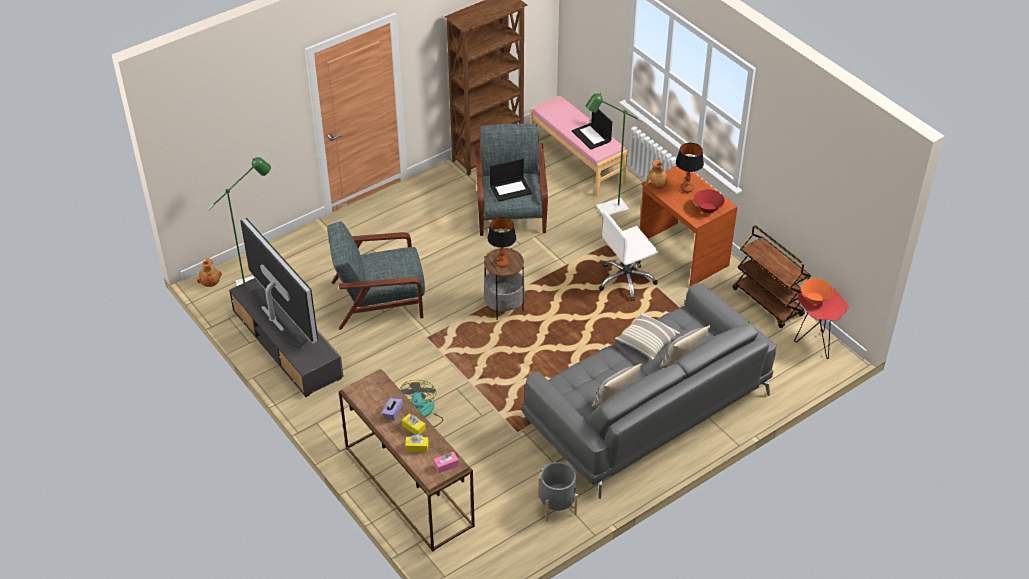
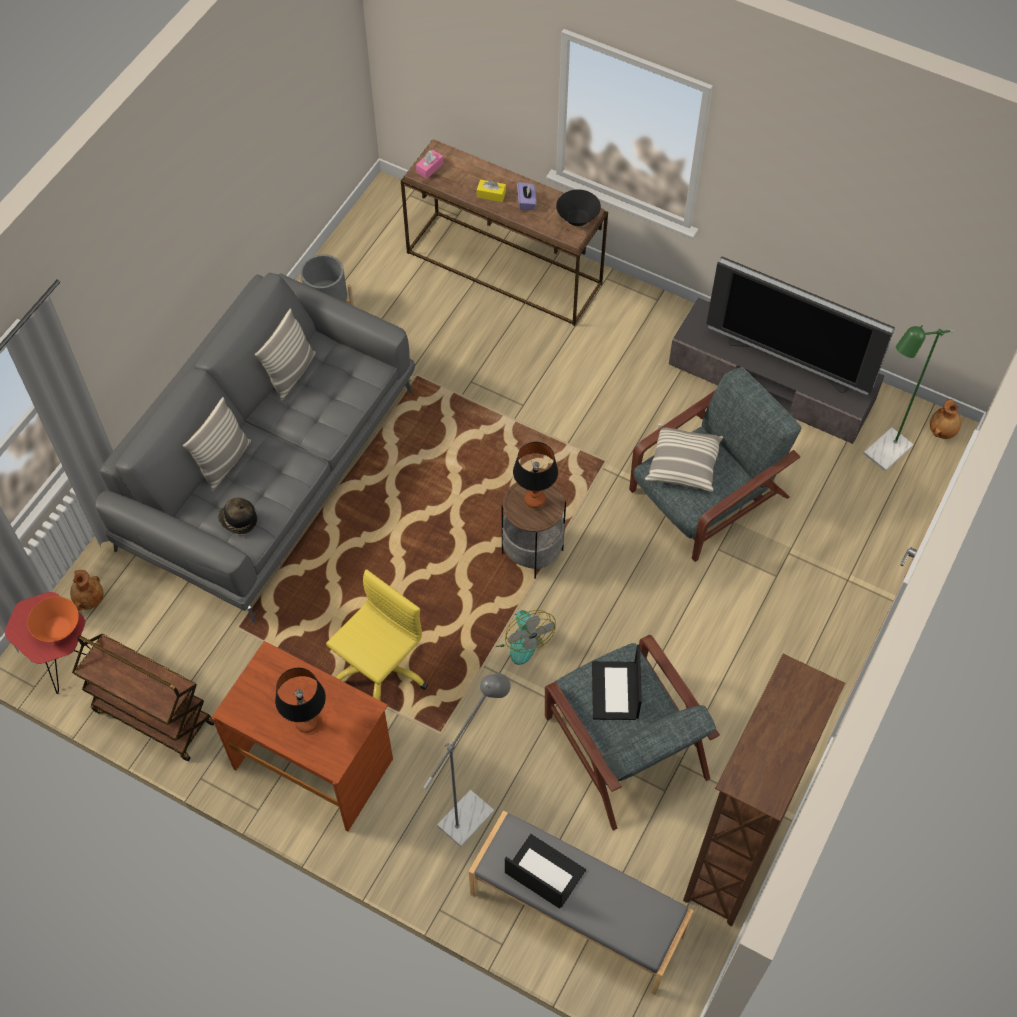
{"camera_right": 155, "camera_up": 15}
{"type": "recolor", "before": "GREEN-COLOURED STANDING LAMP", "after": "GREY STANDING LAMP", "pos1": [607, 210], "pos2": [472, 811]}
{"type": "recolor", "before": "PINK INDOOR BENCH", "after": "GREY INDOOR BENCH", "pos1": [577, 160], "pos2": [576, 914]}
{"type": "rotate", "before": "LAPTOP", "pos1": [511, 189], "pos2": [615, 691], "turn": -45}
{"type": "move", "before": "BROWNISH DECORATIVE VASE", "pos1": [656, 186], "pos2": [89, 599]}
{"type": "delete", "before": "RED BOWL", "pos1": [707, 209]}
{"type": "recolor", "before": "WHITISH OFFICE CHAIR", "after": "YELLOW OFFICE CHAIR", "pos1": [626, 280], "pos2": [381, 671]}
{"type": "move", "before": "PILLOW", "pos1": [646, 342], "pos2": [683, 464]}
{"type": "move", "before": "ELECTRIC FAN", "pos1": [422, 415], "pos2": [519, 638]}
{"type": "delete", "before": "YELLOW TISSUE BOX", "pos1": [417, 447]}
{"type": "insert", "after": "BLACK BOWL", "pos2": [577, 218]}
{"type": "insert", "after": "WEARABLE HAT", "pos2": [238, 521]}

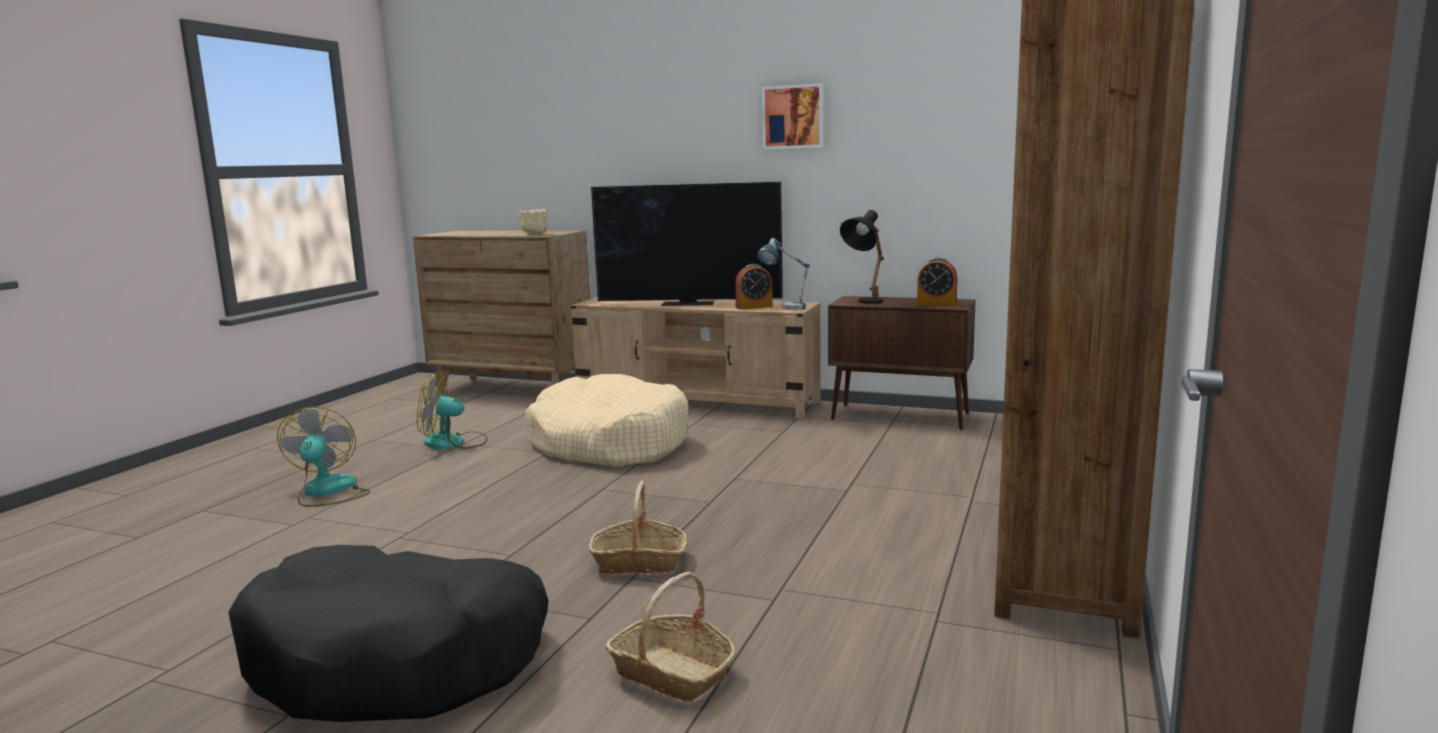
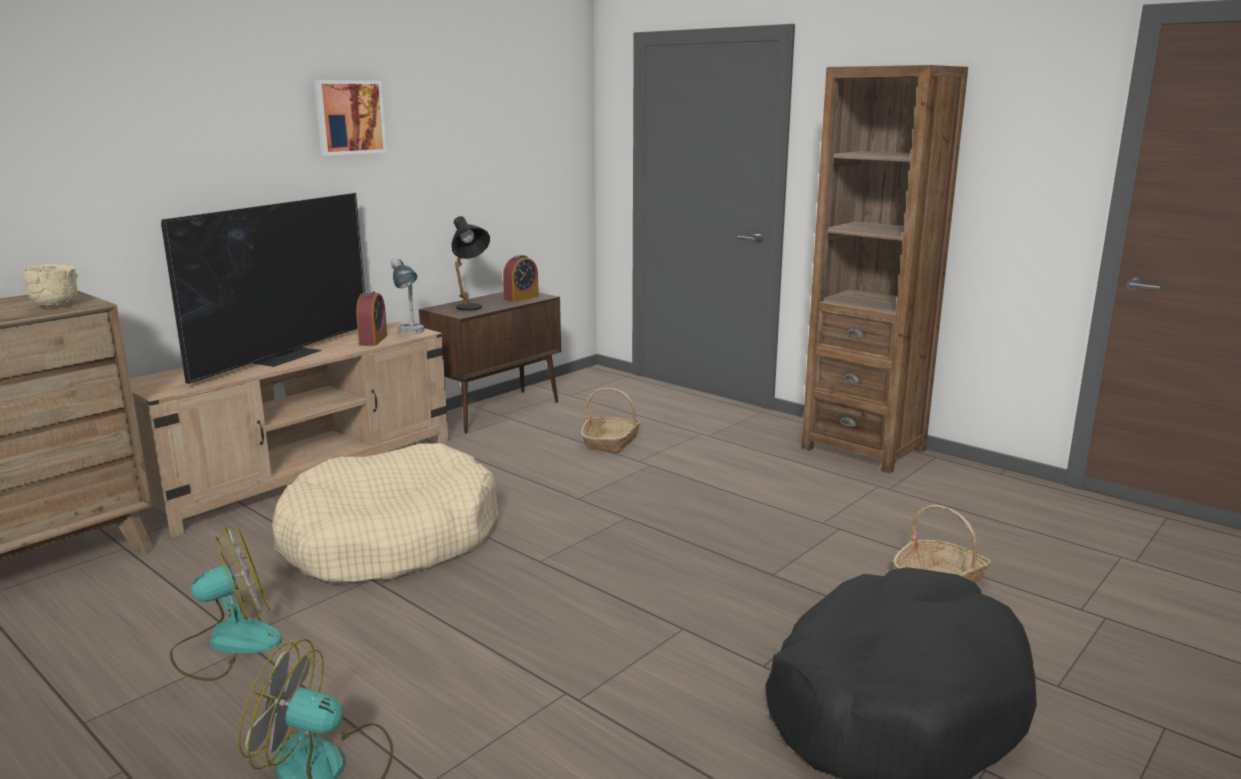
{"camera_right": -70, "camera_up": 5}
{"type": "rotate", "before": "ELECTRIC FAN", "pos1": [453, 443], "pos2": [227, 644], "turn": -135}
{"type": "move", "before": "BASKET", "pos1": [639, 562], "pos2": [611, 442]}

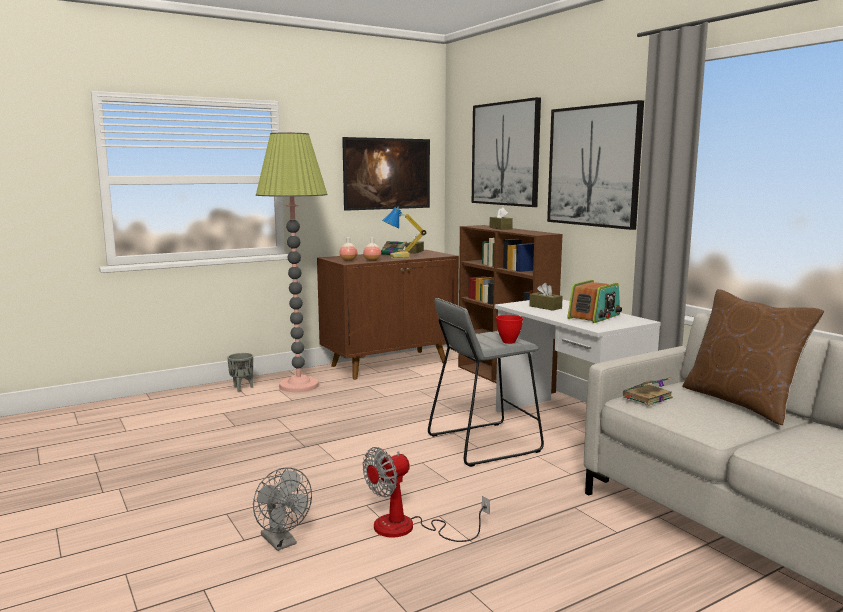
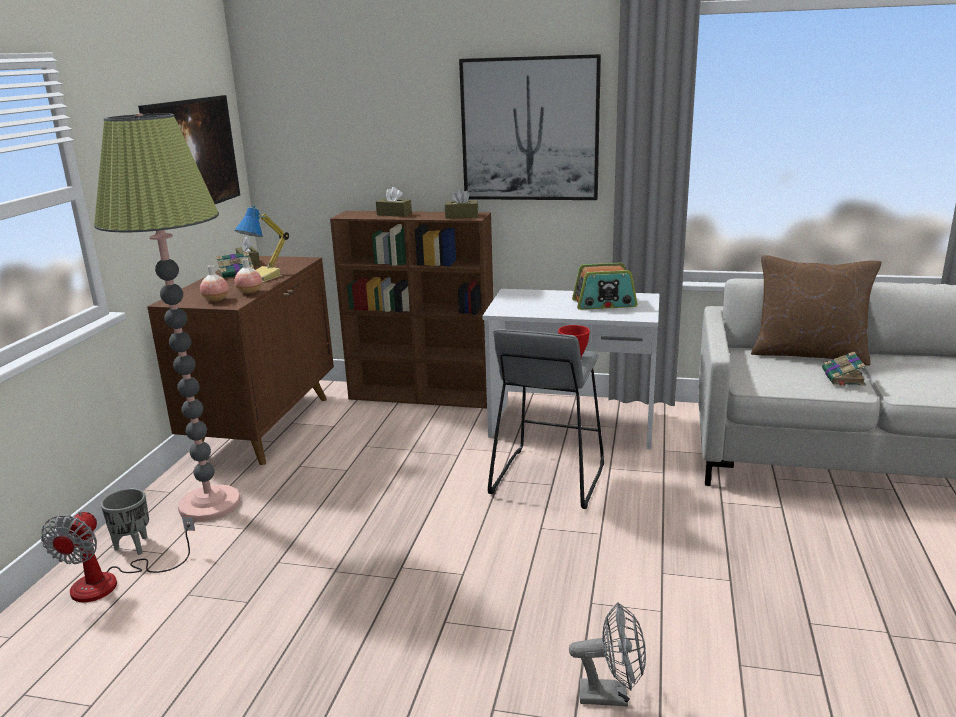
{"camera_right": -45, "camera_up": 10}
{"type": "delete", "before": "WALL ART", "pos1": [505, 154]}
{"type": "rotate", "before": "RADIO RECEIVER", "pos1": [594, 317], "pos2": [604, 303], "turn": 90}
{"type": "move", "before": "BROWNISH TISSUE BOX", "pos1": [545, 307], "pos2": [461, 216]}
{"type": "move", "before": "BOUND BOOK", "pos1": [646, 397], "pos2": [843, 378]}
{"type": "move", "before": "ELECTRIC FAN", "pos1": [408, 528], "pos2": [112, 582]}

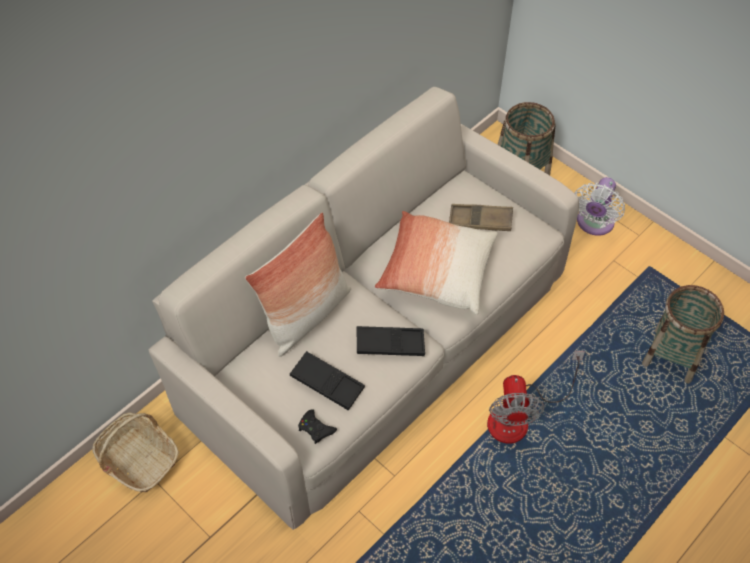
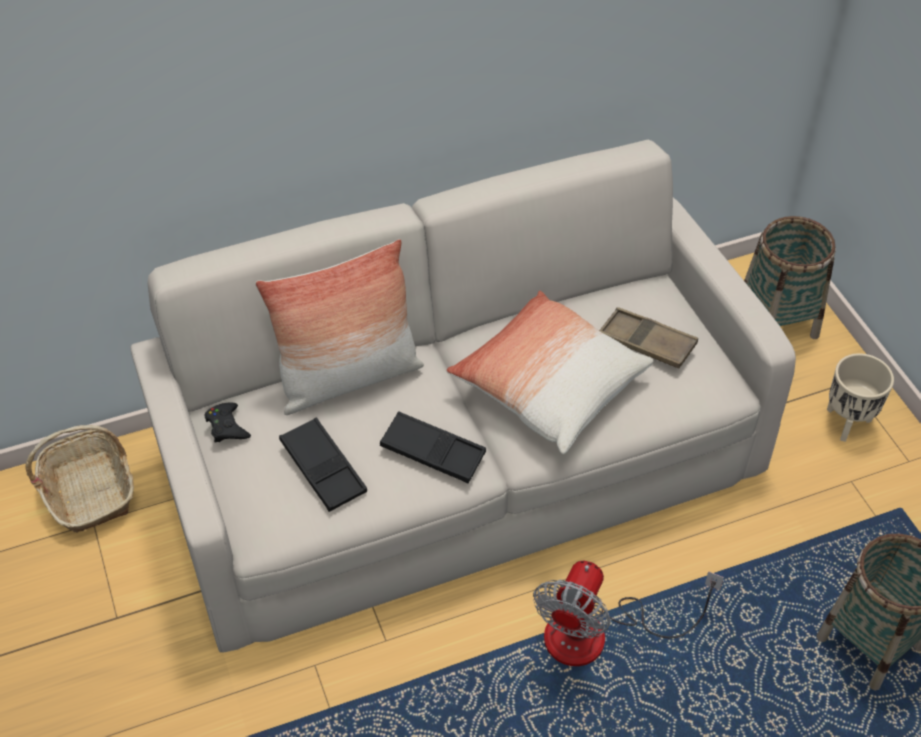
{"camera_right": 25, "camera_up": -5}
{"type": "replace", "before": "WHITISH ELECTRIC FAN", "after": "BEIGE-COLOURED PLANT POT", "pos1": [594, 224], "pos2": [848, 423]}
{"type": "move", "before": "BLACK GAMEPAD", "pos1": [316, 428], "pos2": [227, 426]}

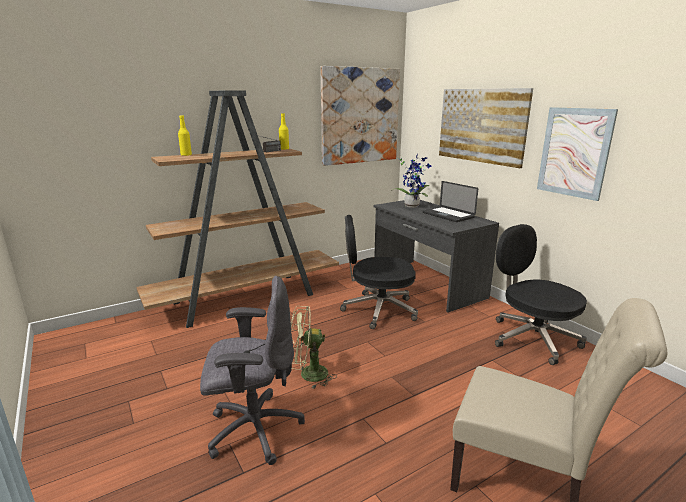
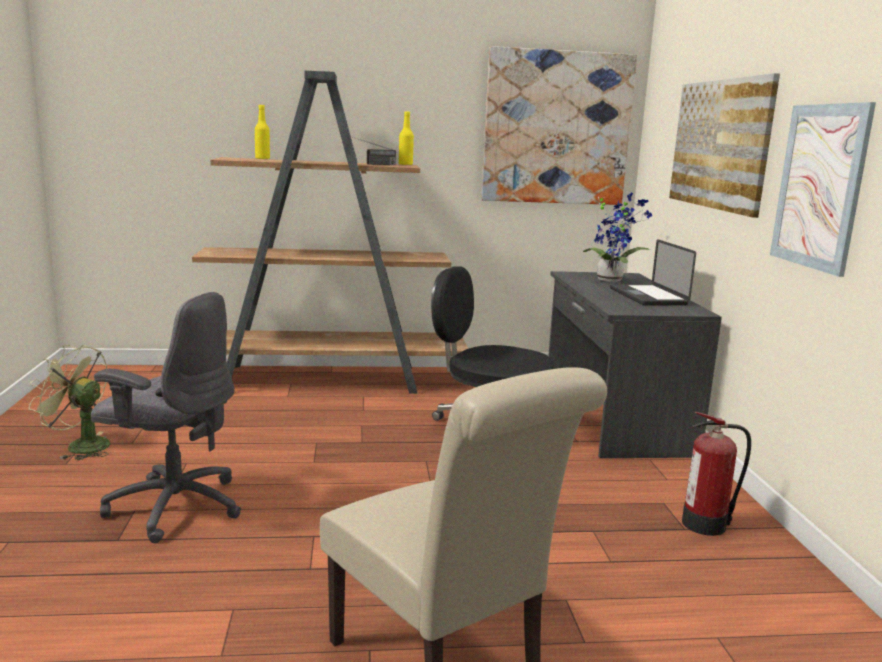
{"camera_right": 25, "camera_up": -5}
{"type": "replace", "before": "BLACK OFFICE CHAIR", "after": "FIRE-FIGHTING CYLINDER", "pos1": [532, 338], "pos2": [706, 524]}
{"type": "move", "before": "GREEN-COLOURED ELECTRIC FAN", "pos1": [307, 375], "pos2": [80, 446]}

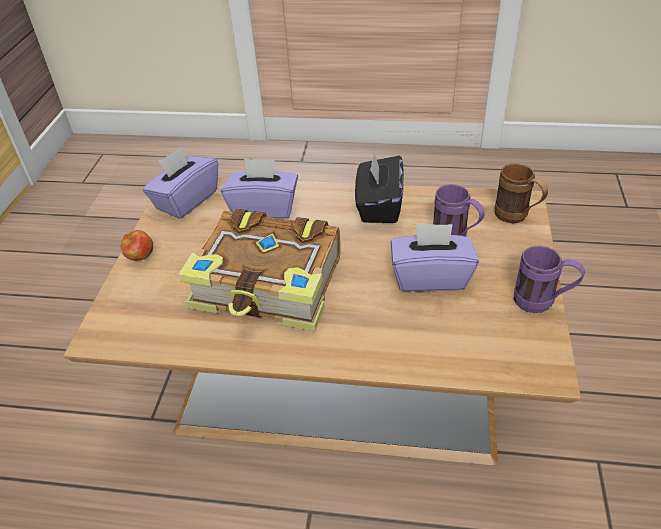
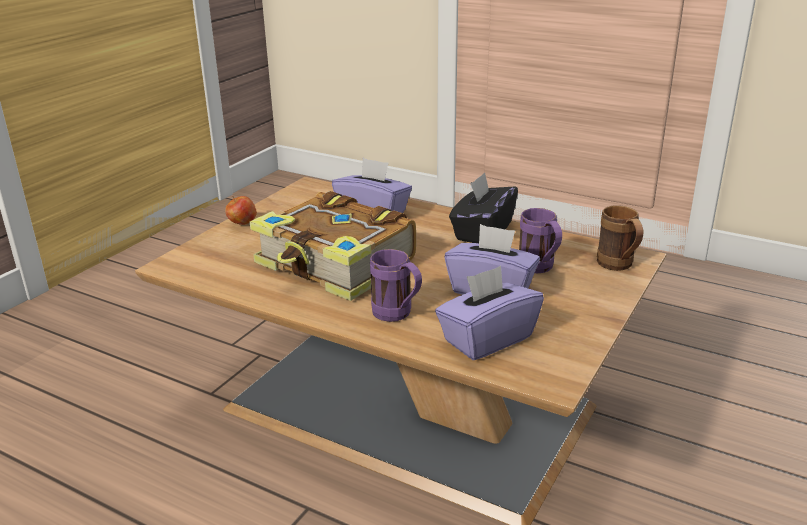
{"camera_right": 20, "camera_up": -15}
{"type": "move", "before": "PURPLISH TISSUE BOX", "pos1": [186, 200], "pos2": [487, 339]}
{"type": "move", "before": "PURPLISH COFFEE MUG", "pos1": [542, 303], "pos2": [397, 315]}

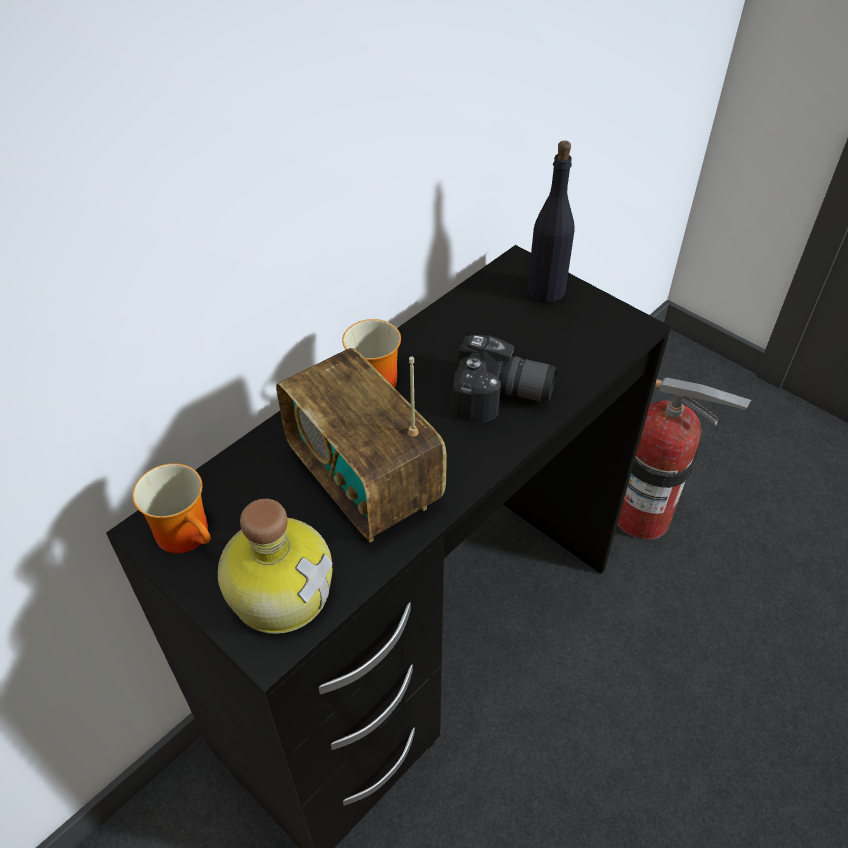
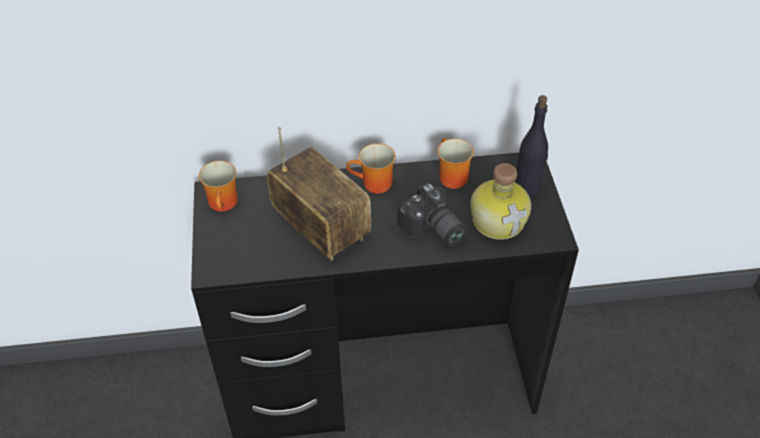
{"camera_right": 40, "camera_up": 0}
{"type": "rotate", "before": "RADIO RECEIVER", "pos1": [364, 482], "pos2": [321, 228], "turn": 135}
{"type": "delete", "before": "FIRE-FIGHTING CYLINDER", "pos1": [642, 516]}
{"type": "move", "before": "DRINK BOTTLE", "pos1": [280, 589], "pos2": [499, 220]}
{"type": "insert", "after": "COFFEE MUG", "pos2": [450, 176]}

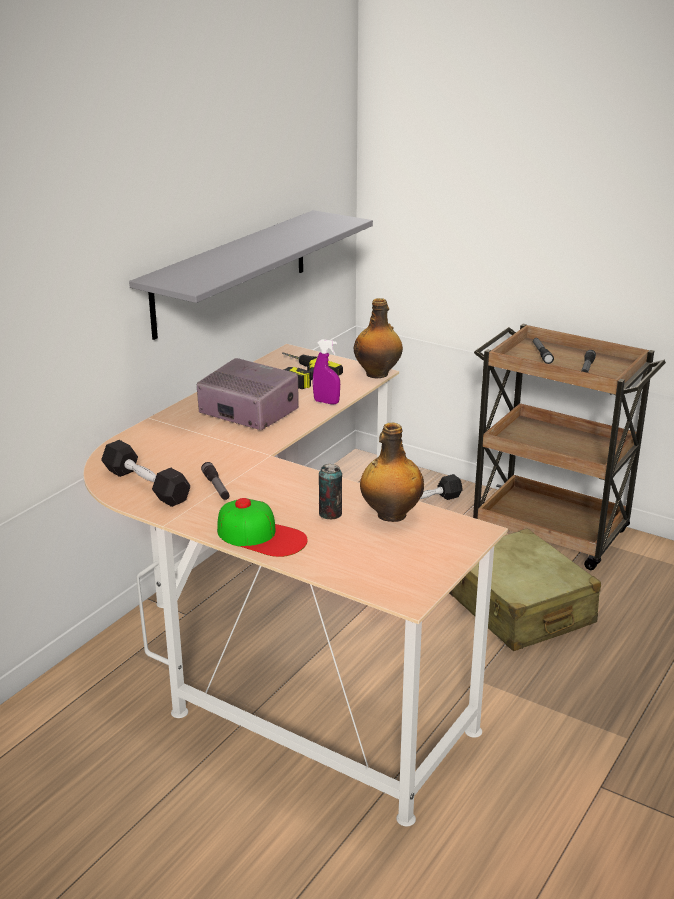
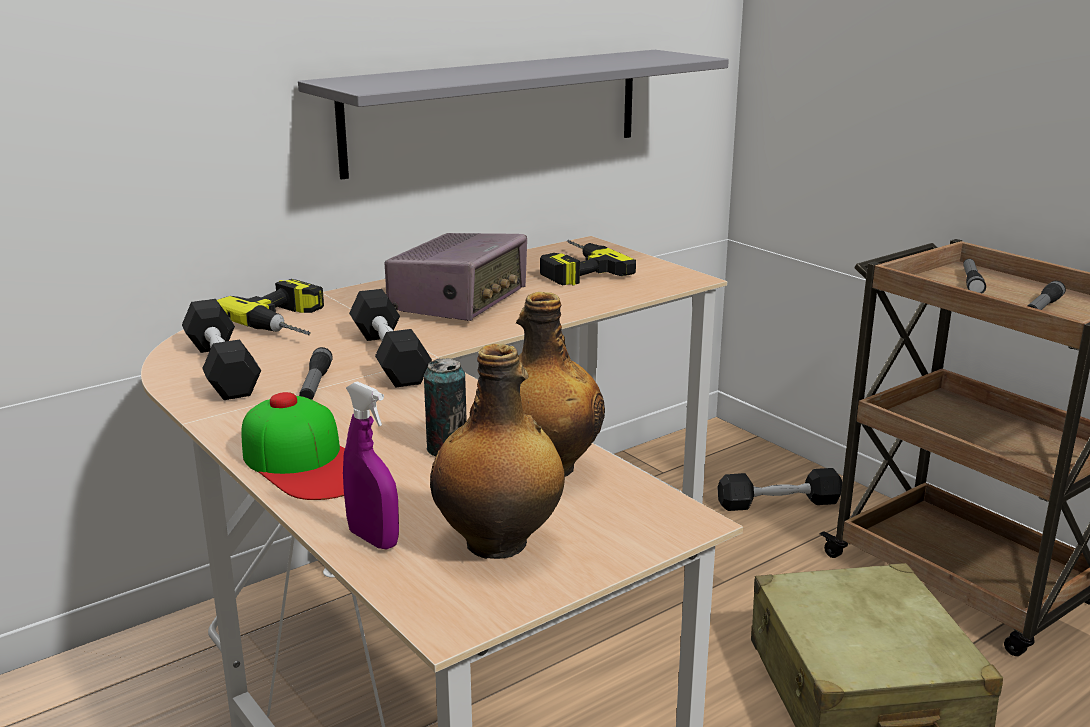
{"camera_right": 20, "camera_up": -5}
{"type": "move", "before": "DRINK BOTTLE", "pos1": [378, 374], "pos2": [499, 543]}
{"type": "move", "before": "PURPLISH SPRAY BOTTLE", "pos1": [326, 402], "pos2": [373, 539]}
{"type": "rotate", "before": "RADIO RECEIVER", "pos1": [248, 412], "pos2": [460, 302], "turn": 60}
{"type": "insert", "after": "DRILL", "pos2": [292, 322]}
{"type": "insert", "after": "BLACK FREE WEIGHT", "pos2": [389, 356]}

